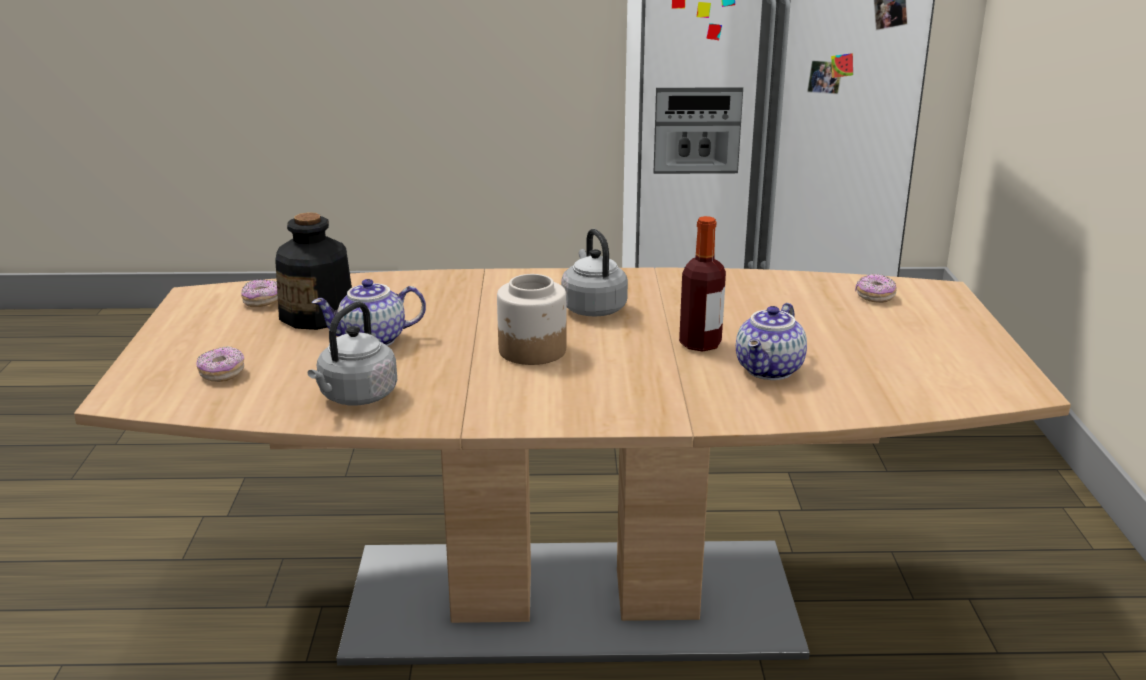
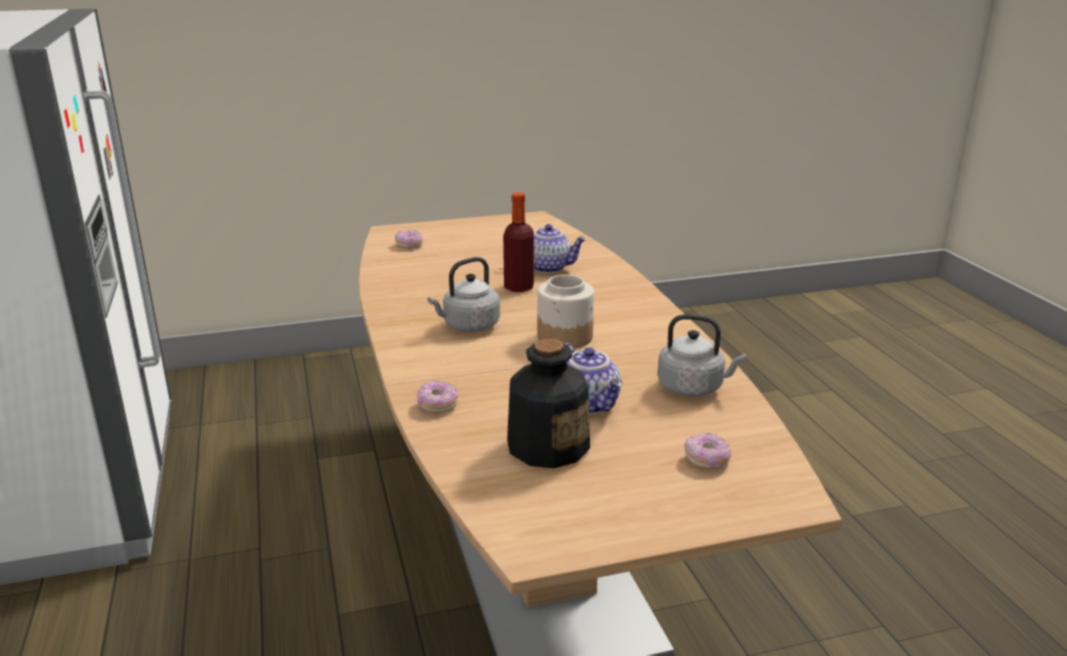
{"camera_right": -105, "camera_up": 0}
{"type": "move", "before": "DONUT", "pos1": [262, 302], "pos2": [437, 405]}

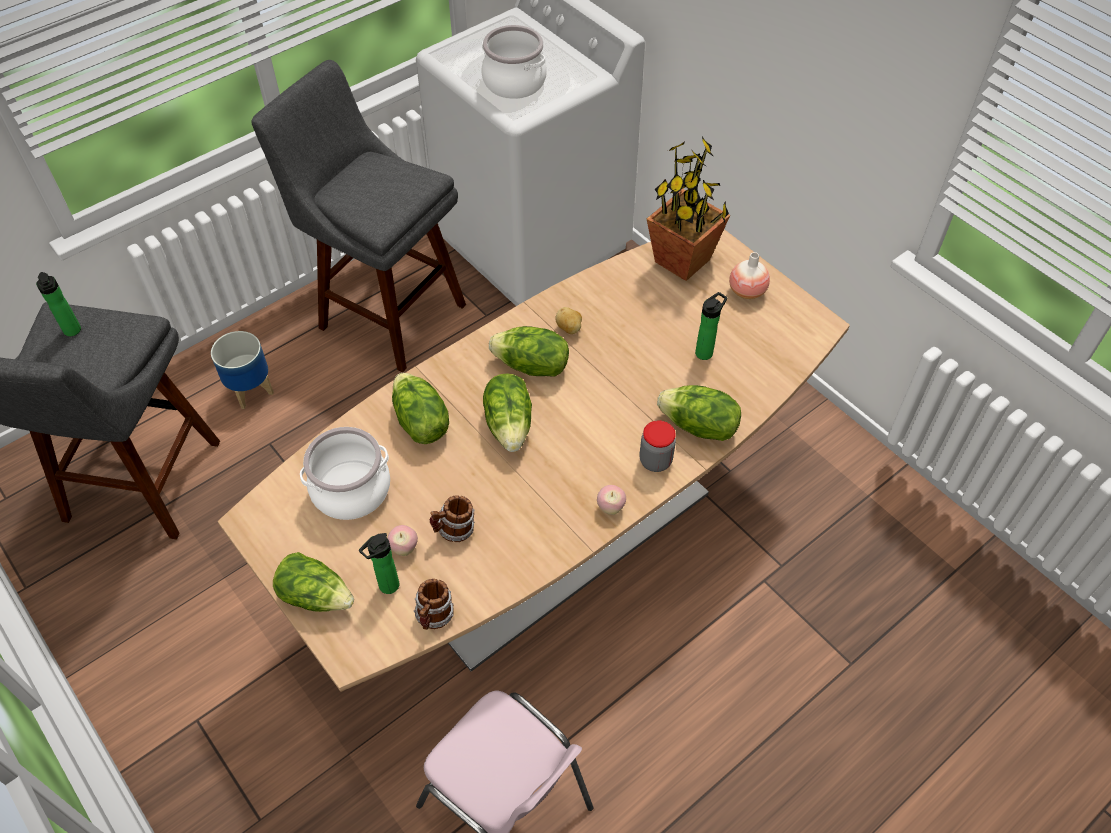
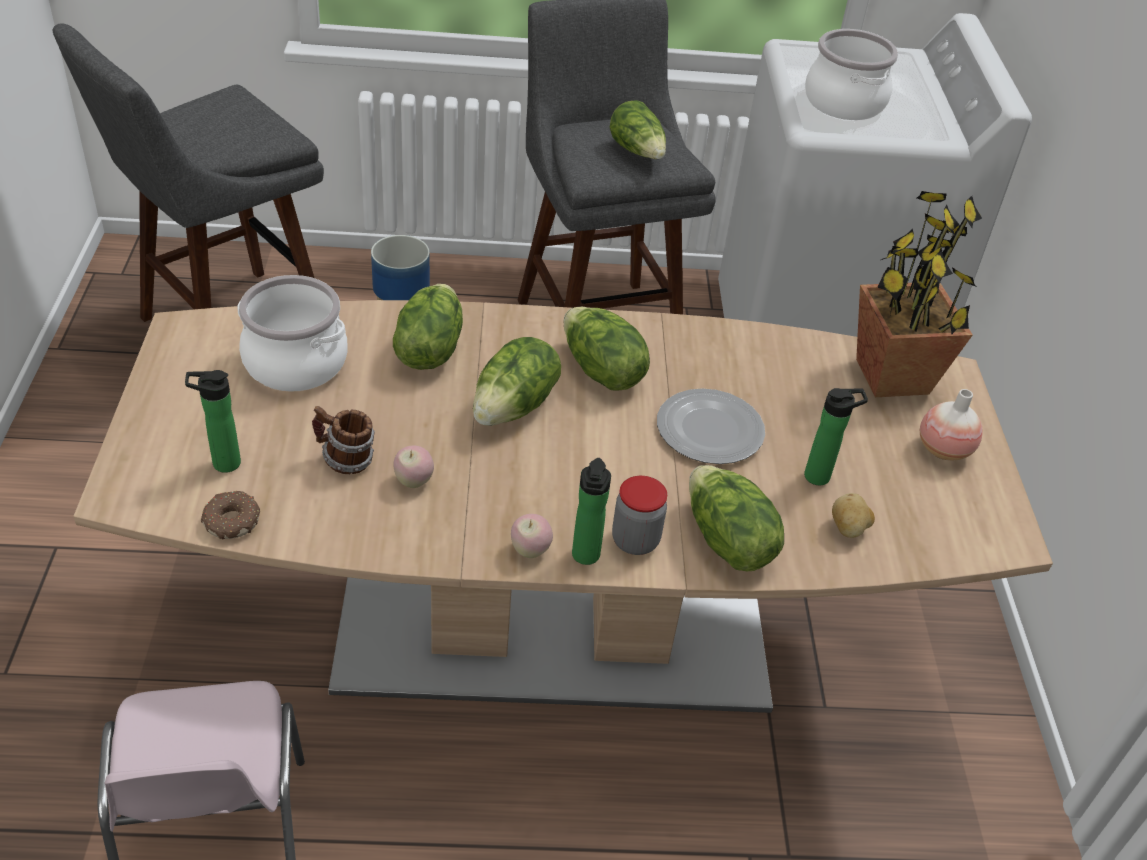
{"camera_right": 35, "camera_up": -10}
{"type": "move", "before": "DRINK BOTTLE", "pos1": [73, 332], "pos2": [585, 558]}
{"type": "move", "before": "WHOLE POTATO", "pos1": [569, 328], "pos2": [848, 529]}
{"type": "move", "before": "WHOLE APPLE", "pos1": [404, 548], "pos2": [413, 481]}
{"type": "move", "before": "LETTUCE HEAD", "pos1": [316, 595], "pos2": [638, 152]}
{"type": "replace", "before": "COFFEE MUG", "after": "DONUT", "pos1": [434, 617], "pos2": [231, 520]}
{"type": "insert", "after": "DINNER PLATE", "pos2": [708, 429]}

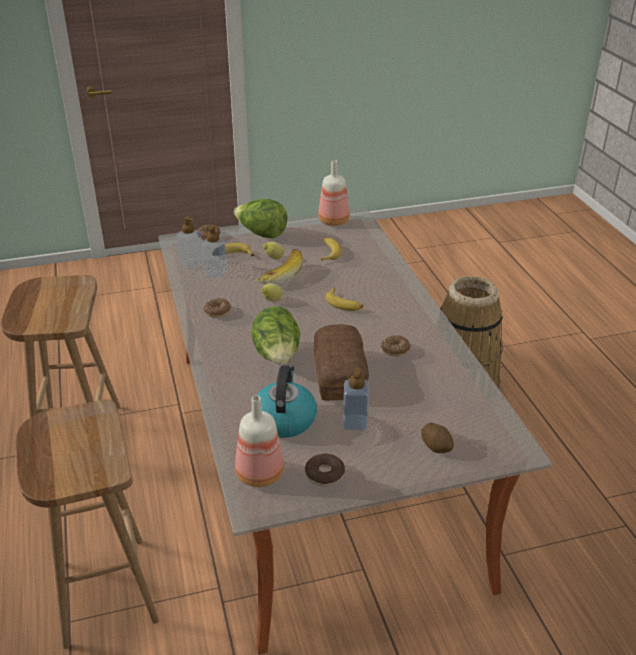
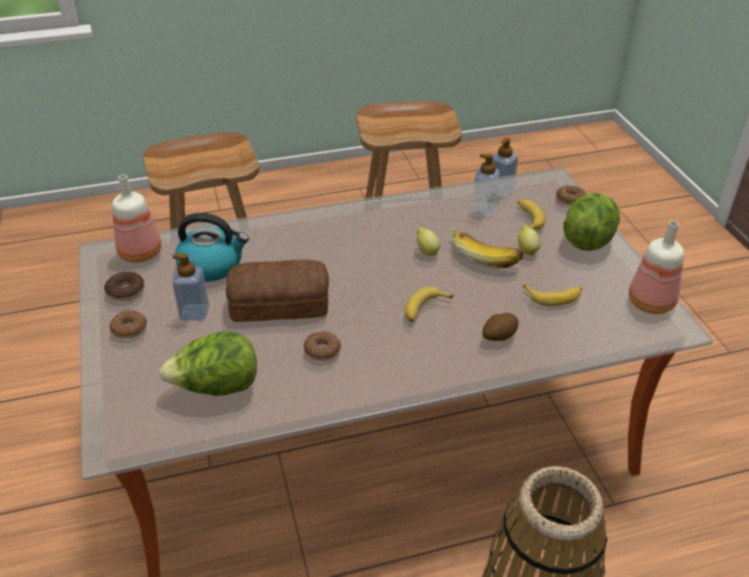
{"camera_right": 90, "camera_up": 5}
{"type": "move", "before": "DONUT", "pos1": [217, 312], "pos2": [129, 329]}
{"type": "move", "before": "LETTUCE HEAD", "pos1": [277, 356], "pos2": [216, 387]}
{"type": "move", "before": "WHOLE POTATO", "pos1": [436, 446], "pos2": [499, 336]}

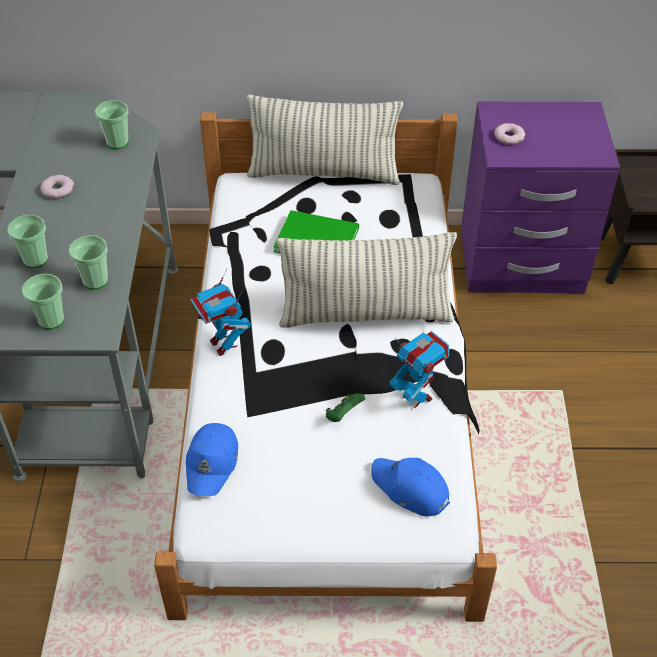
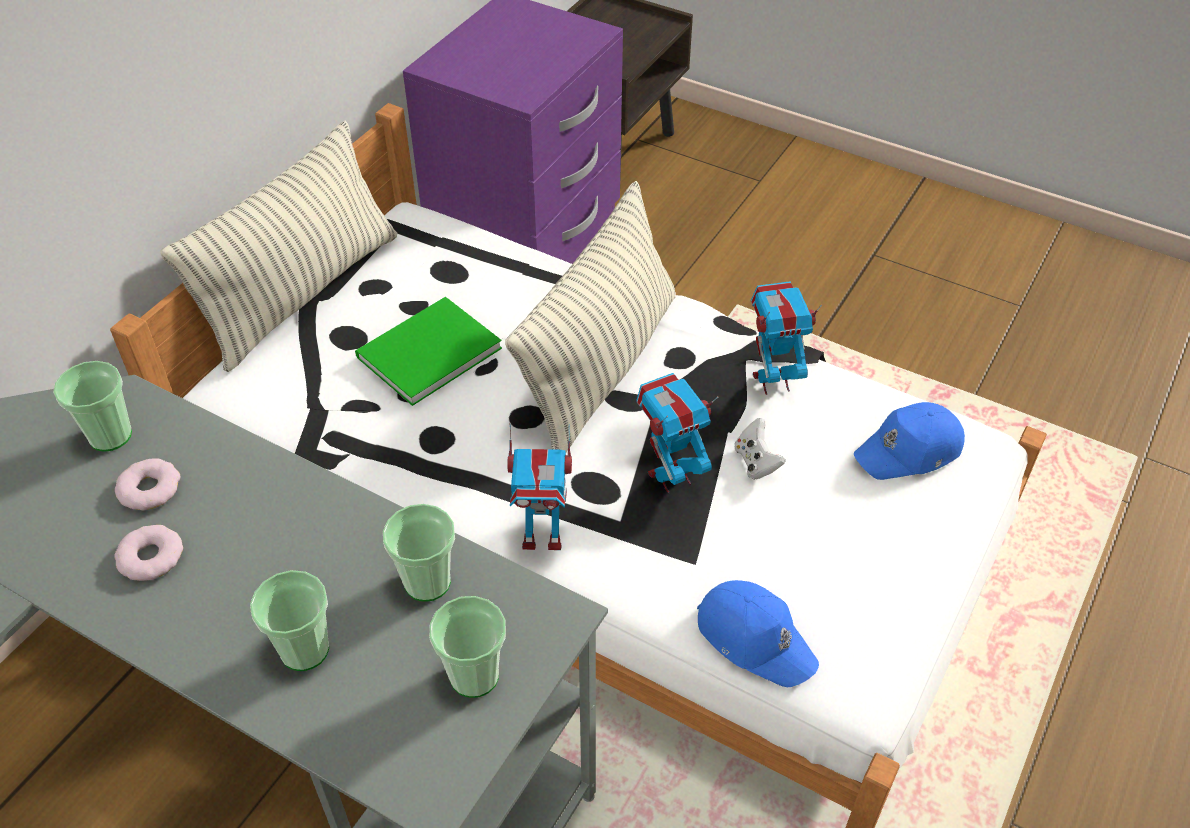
{"camera_right": -60, "camera_up": 0}
{"type": "move", "before": "DONUT", "pos1": [509, 137], "pos2": [149, 489]}
{"type": "recolor", "before": "GREEN-COLOURED GAMEPAD", "after": "WHITISH GAMEPAD", "pos1": [343, 415], "pos2": [756, 462]}
{"type": "insert", "after": "ROBOT FIGURE", "pos2": [671, 476]}

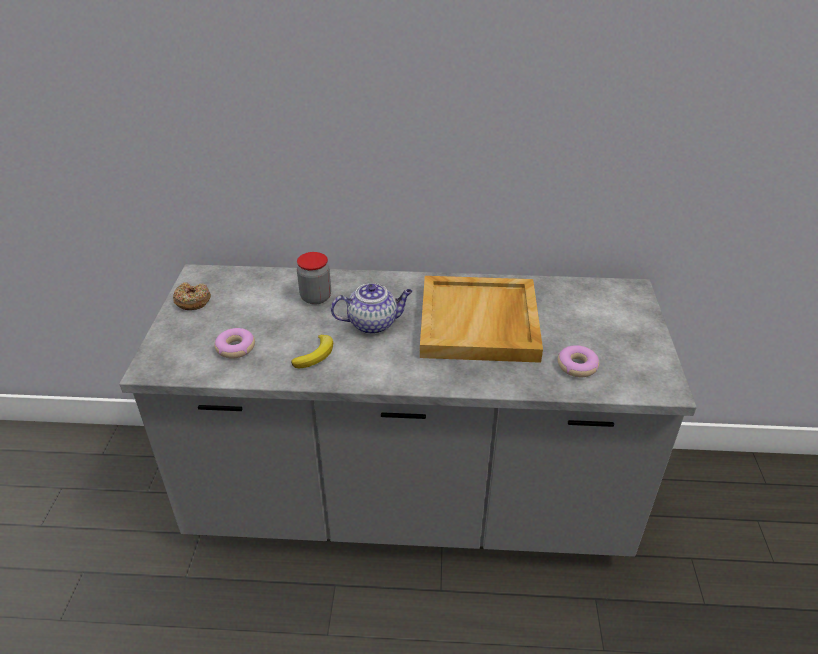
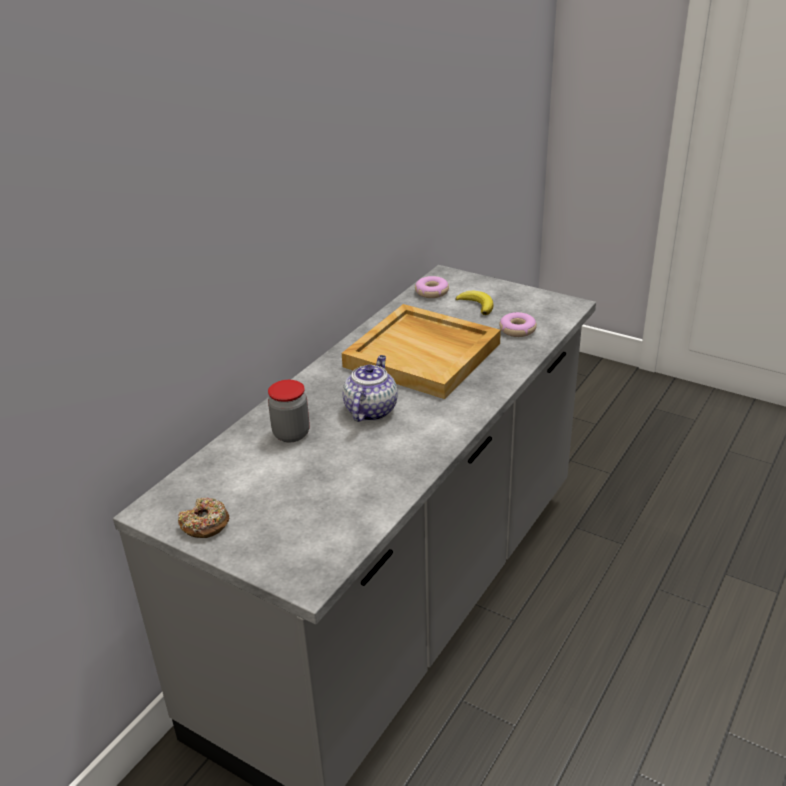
{"camera_right": -60, "camera_up": -5}
{"type": "move", "before": "DONUT", "pos1": [235, 348], "pos2": [431, 292]}
{"type": "move", "before": "WHOLE BANANA", "pos1": [316, 354], "pos2": [477, 305]}

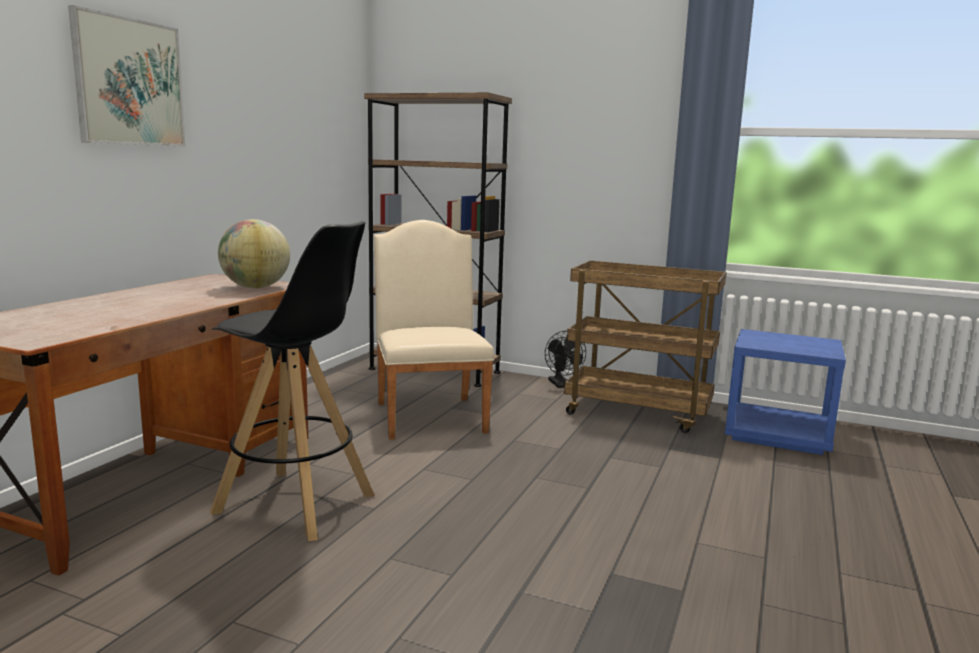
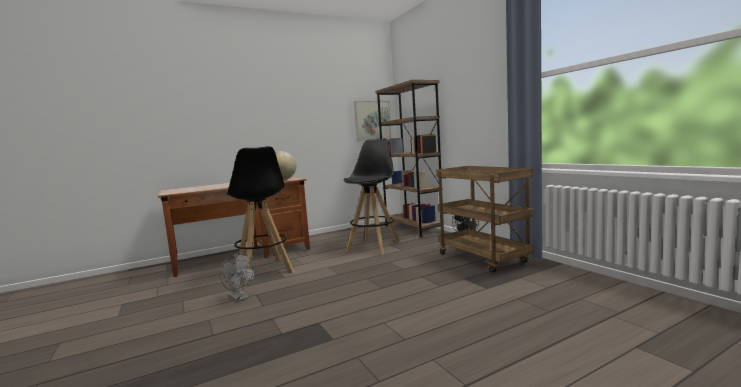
{"camera_right": 40, "camera_up": -5}
{"type": "move", "before": "WALL ART", "pos1": [129, 82], "pos2": [372, 121]}
{"type": "replace", "before": "BEIGE-COLOURED UPRIGHT CHAIR", "after": "BLACK SITTING STOOL", "pos1": [429, 414], "pos2": [374, 246]}
{"type": "delete", "before": "BLUE BEDSIDE TABLE", "pos1": [778, 435]}
{"type": "insert", "after": "GREY ELECTRIC FAN", "pos2": [240, 298]}

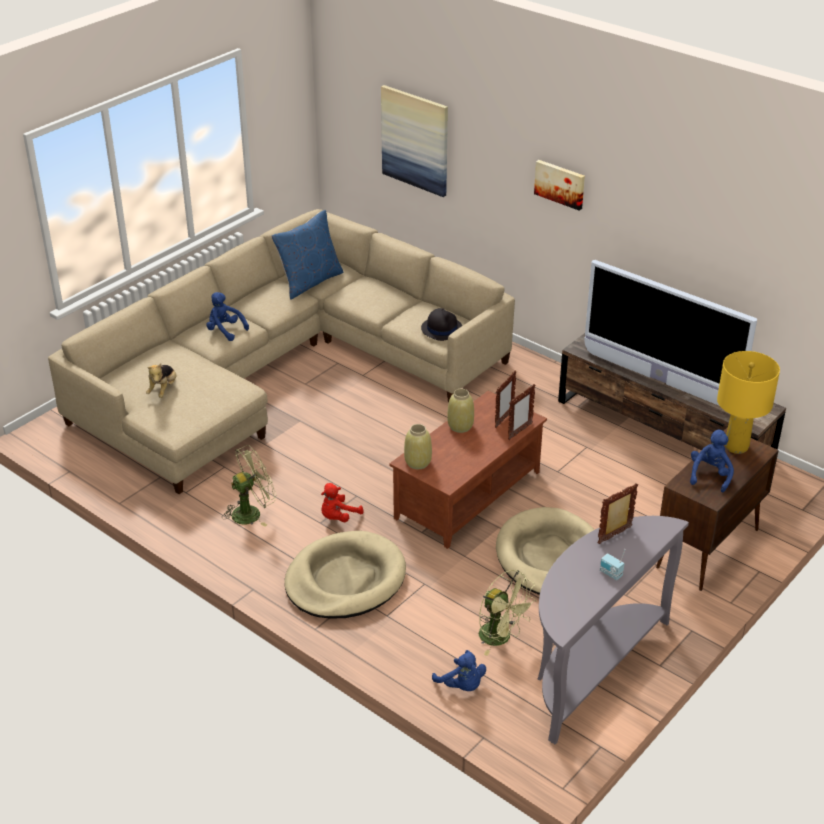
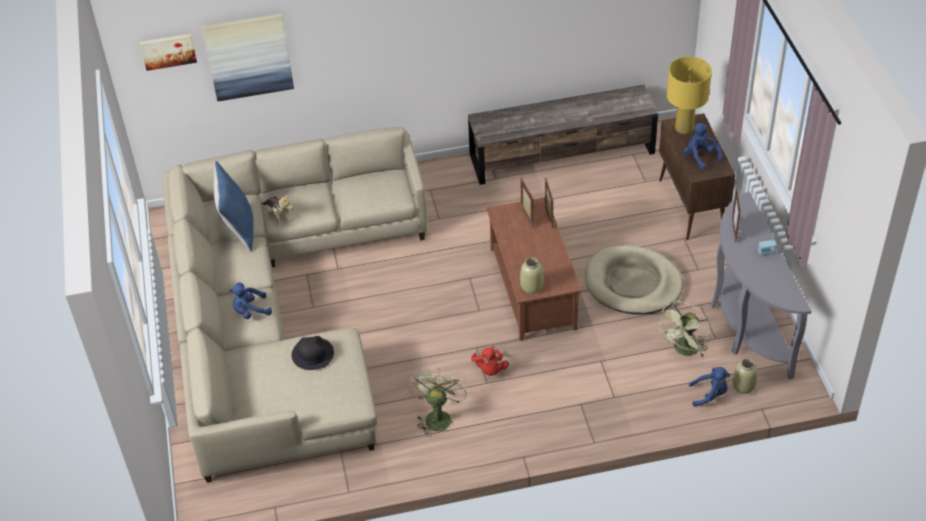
{"camera_right": -50, "camera_up": 10}
{"type": "move", "before": "WALL ART", "pos1": [560, 184], "pos2": [168, 50]}
{"type": "delete", "before": "TV", "pos1": [659, 380]}
{"type": "move", "before": "BLACK WEARABLE HAT", "pos1": [441, 328], "pos2": [312, 354]}
{"type": "move", "before": "PLUSH TOY", "pos1": [163, 389], "pos2": [278, 217]}
{"type": "move", "before": "BEIGE-COLOURED DECORATIVE VASE", "pos1": [460, 426], "pos2": [743, 386]}
{"type": "delete", "before": "BEIGE-COLOURED DOG CUSHION", "pos1": [345, 580]}
{"type": "rotate", "before": "GREEN-COLOURED ELECTRIC FAN", "pos1": [501, 638], "pos2": [684, 351], "turn": 135}

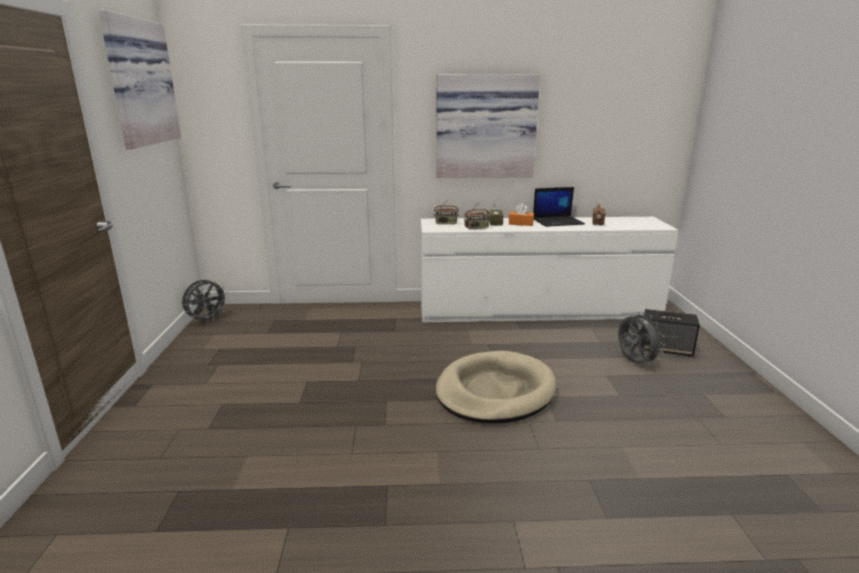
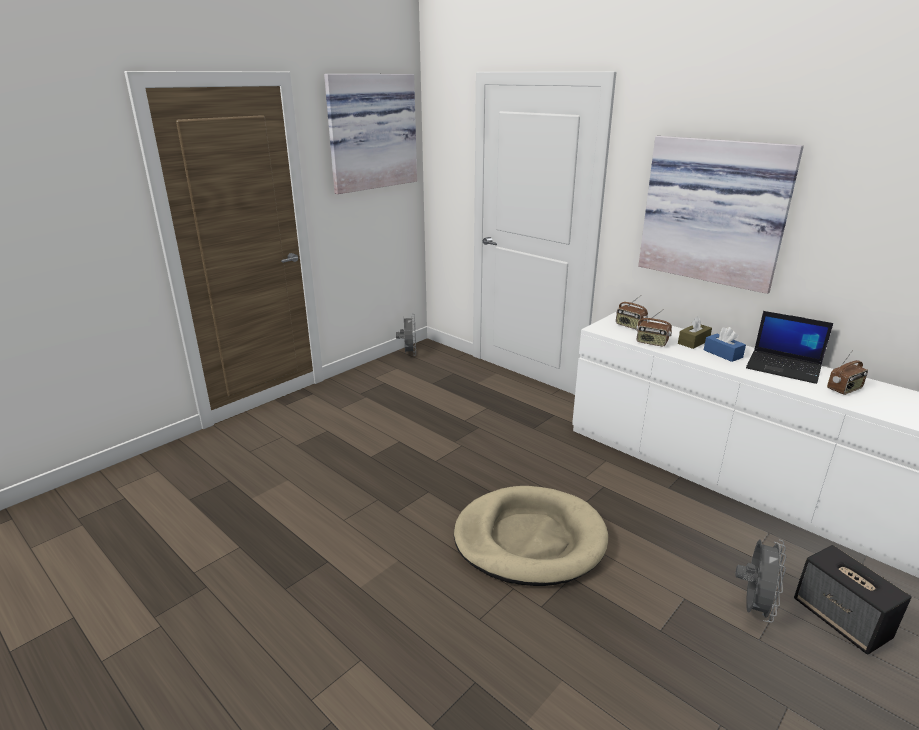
{"camera_right": 45, "camera_up": 5}
{"type": "recolor", "before": "ORANGE-COLOURED TISSUE BOX", "after": "BLUE TISSUE BOX", "pos1": [521, 223], "pos2": [723, 354]}
{"type": "rotate", "before": "GREY ELECTRIC FAN", "pos1": [207, 320], "pos2": [409, 354], "turn": -90}

